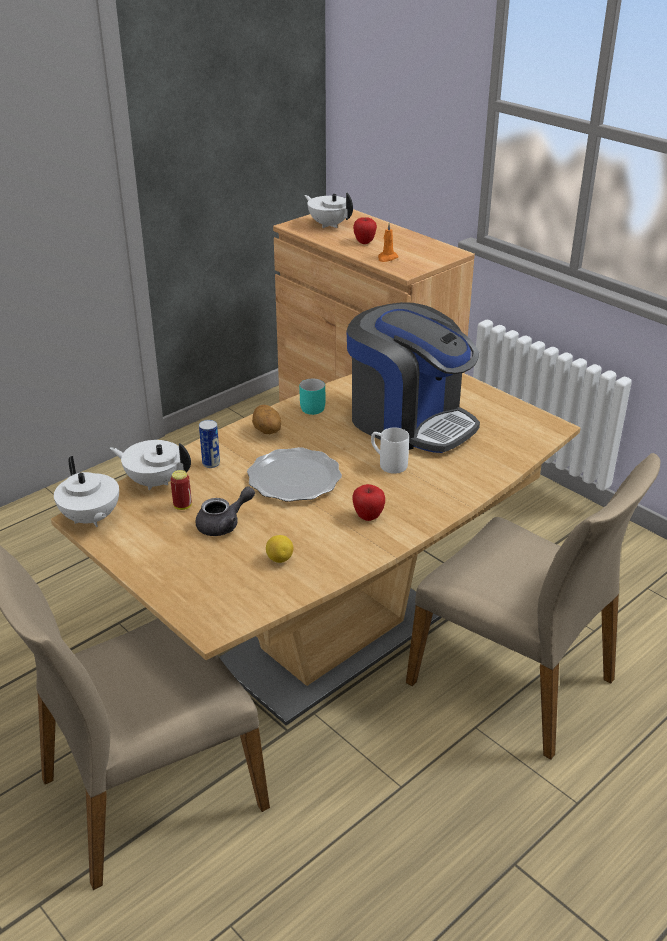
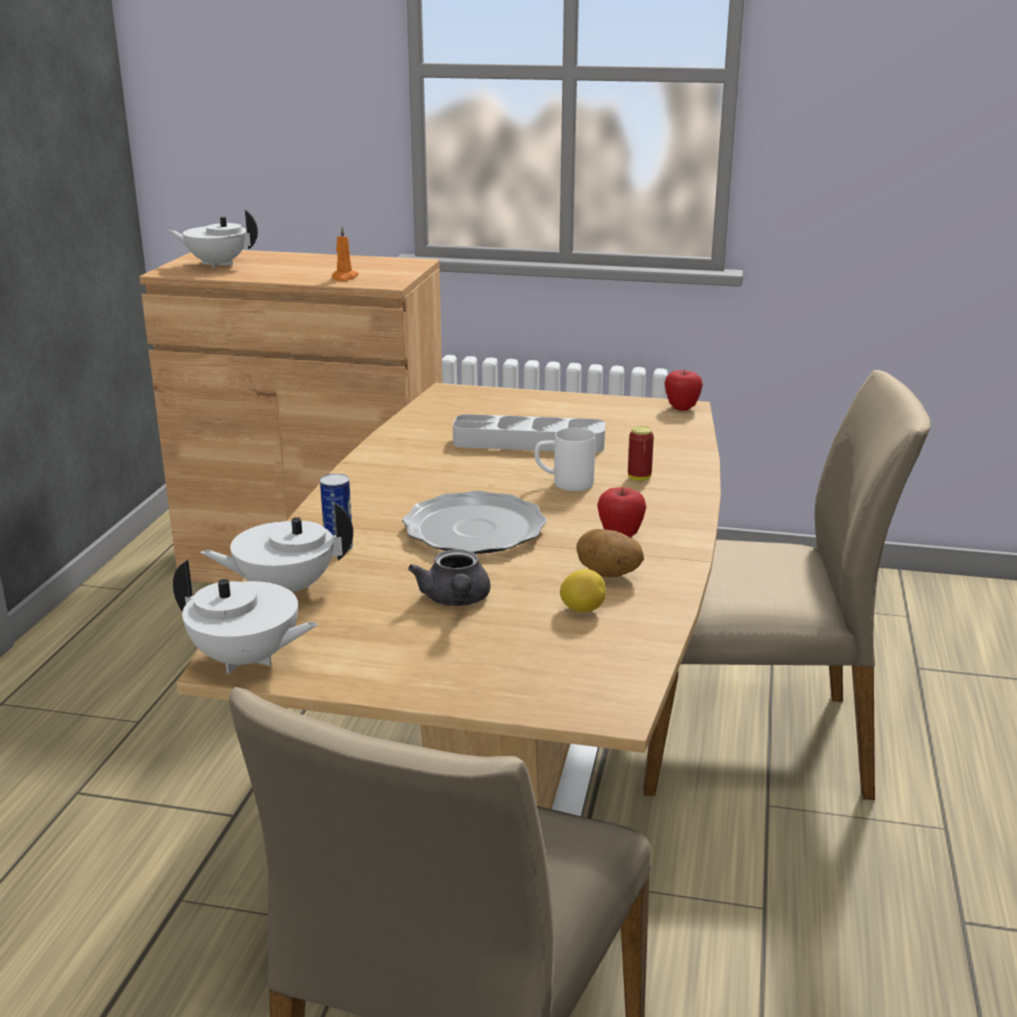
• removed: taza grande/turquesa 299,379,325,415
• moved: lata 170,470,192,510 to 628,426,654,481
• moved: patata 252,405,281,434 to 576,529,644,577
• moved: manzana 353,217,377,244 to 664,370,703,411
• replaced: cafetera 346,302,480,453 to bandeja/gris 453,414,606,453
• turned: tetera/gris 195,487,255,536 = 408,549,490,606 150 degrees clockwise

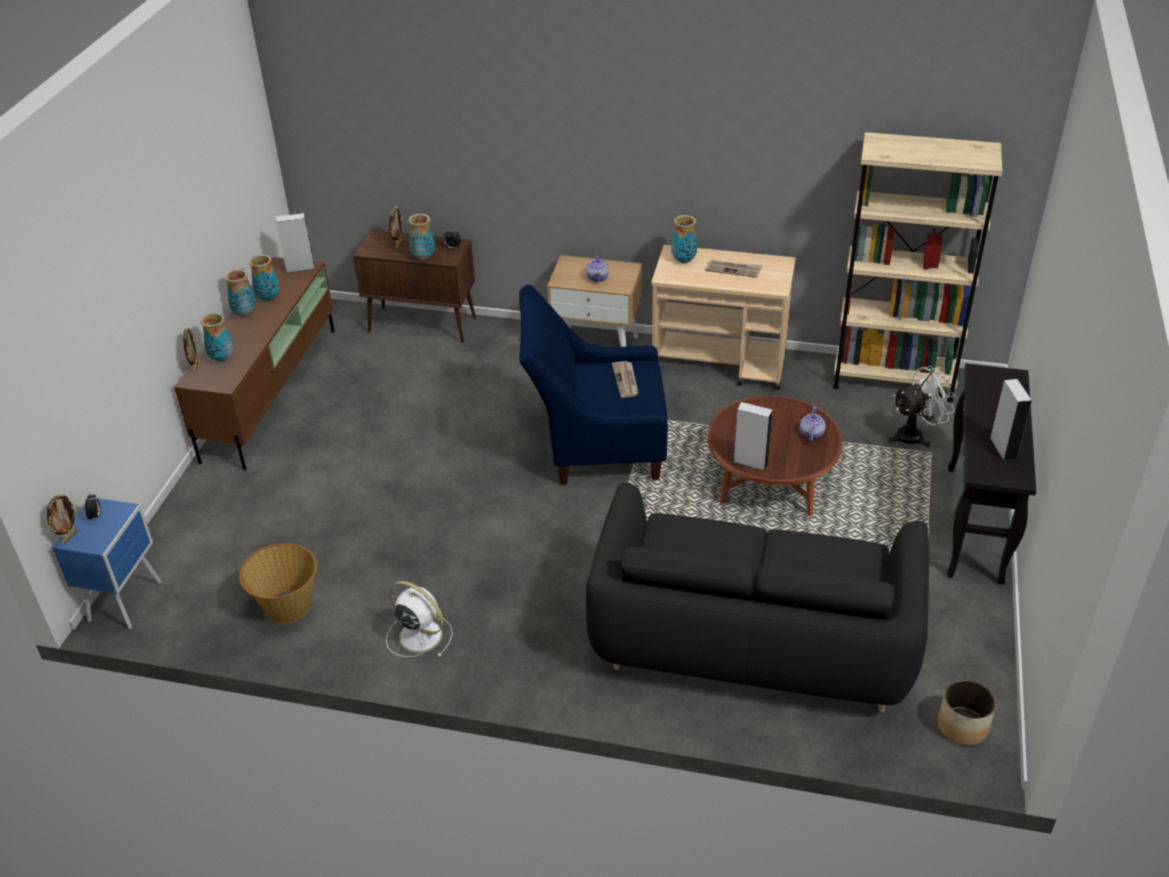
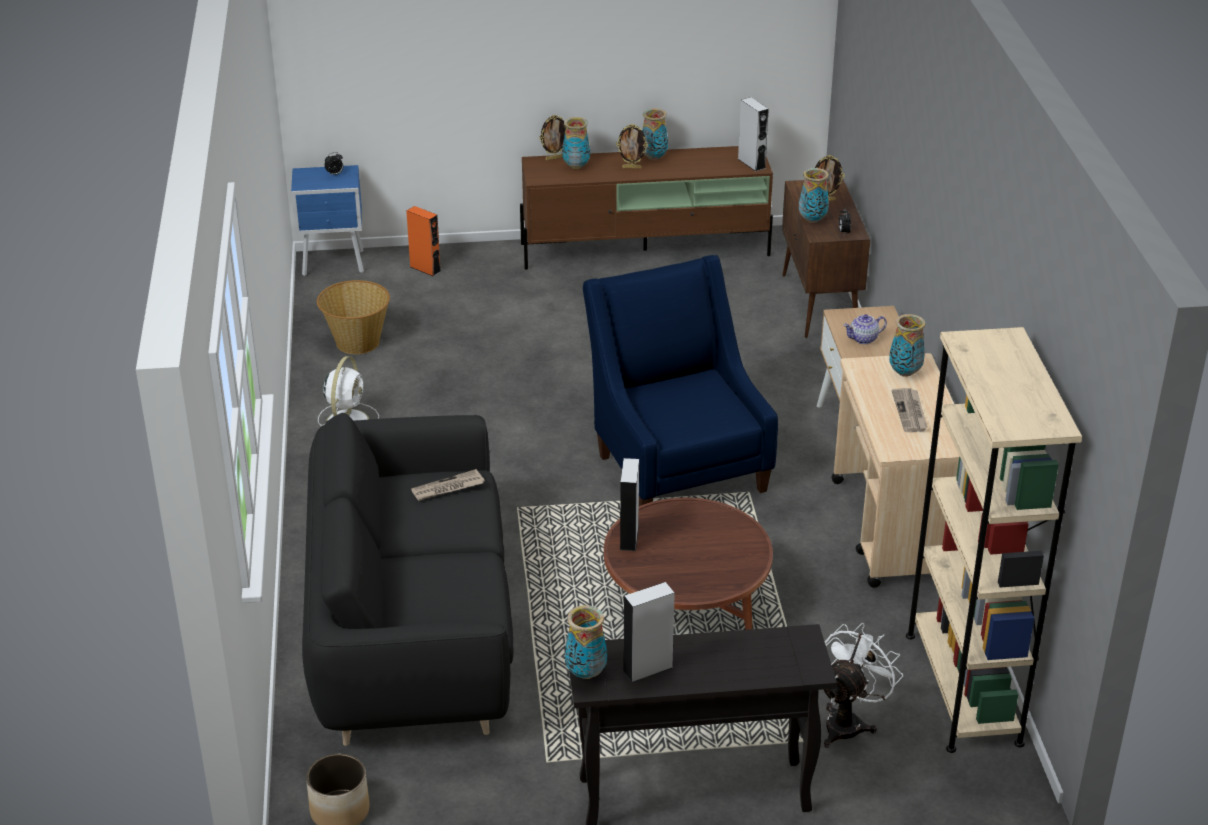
• removed: tetera 800,407,826,441
• added: altavoz/naranja 406,206,441,276
• moved: portarretratos 47,494,78,544 to 616,124,648,169
• moved: florero 249,254,279,301 to 565,605,607,679
• moved: periódico 612,361,638,398 to 411,469,485,501
• turned: ventilador/blanco 888,366,955,448 = 823,623,903,748 105 degrees counterclockwise

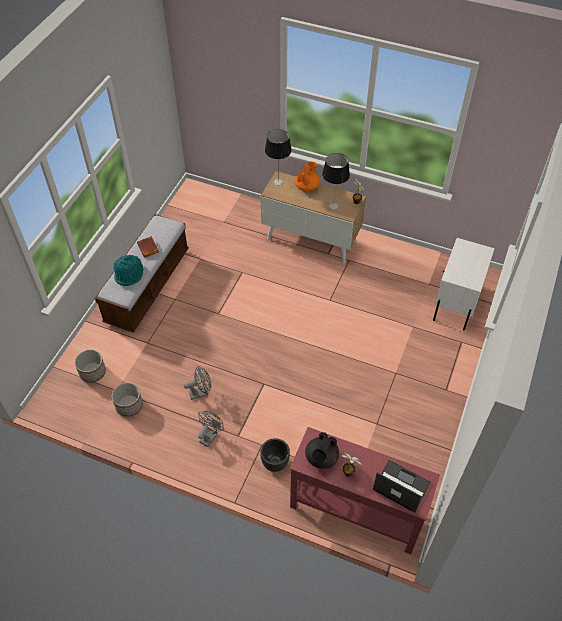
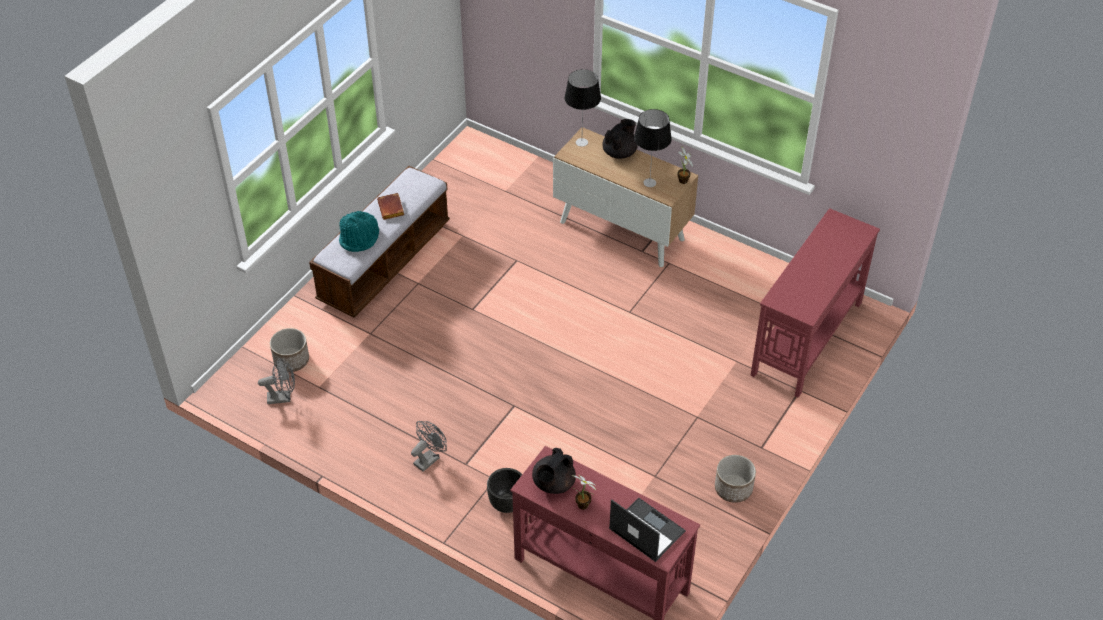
• moved: maceta 112,382,143,417 to 715,455,756,503
• moved: ventilador/gris 184,366,211,400 to 258,358,295,404
• replaced: mesita de noche/blanco 433,238,495,331 to mesa consola/rojo 750,208,880,398
• recoloured: tetera/naranja 294,162,320,191 to tetera/negro 602,119,638,159

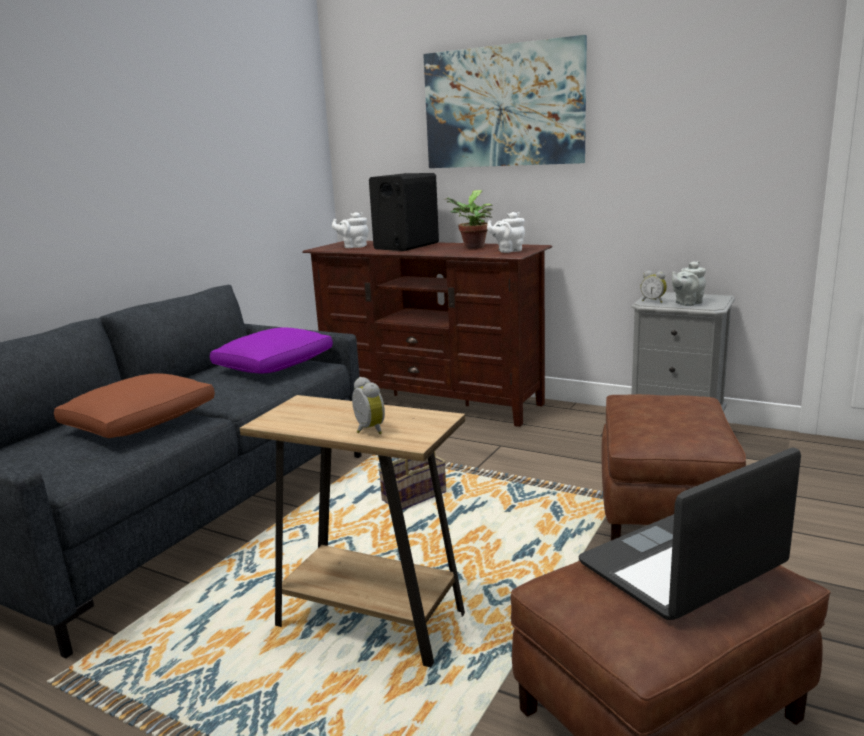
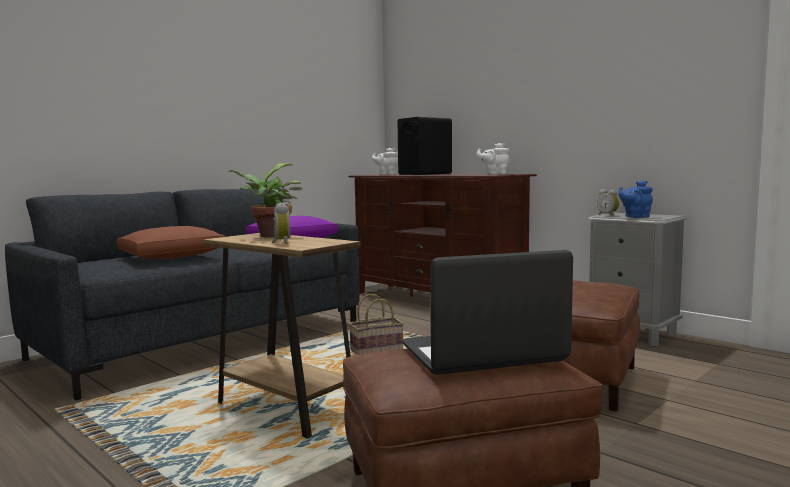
• removed: cuadro 423,35,587,168
• moved: planta en maceta 444,190,493,249 to 228,163,302,238
• recoloured: tetera/gris 672,261,706,306 to tetera/azul 618,180,653,218

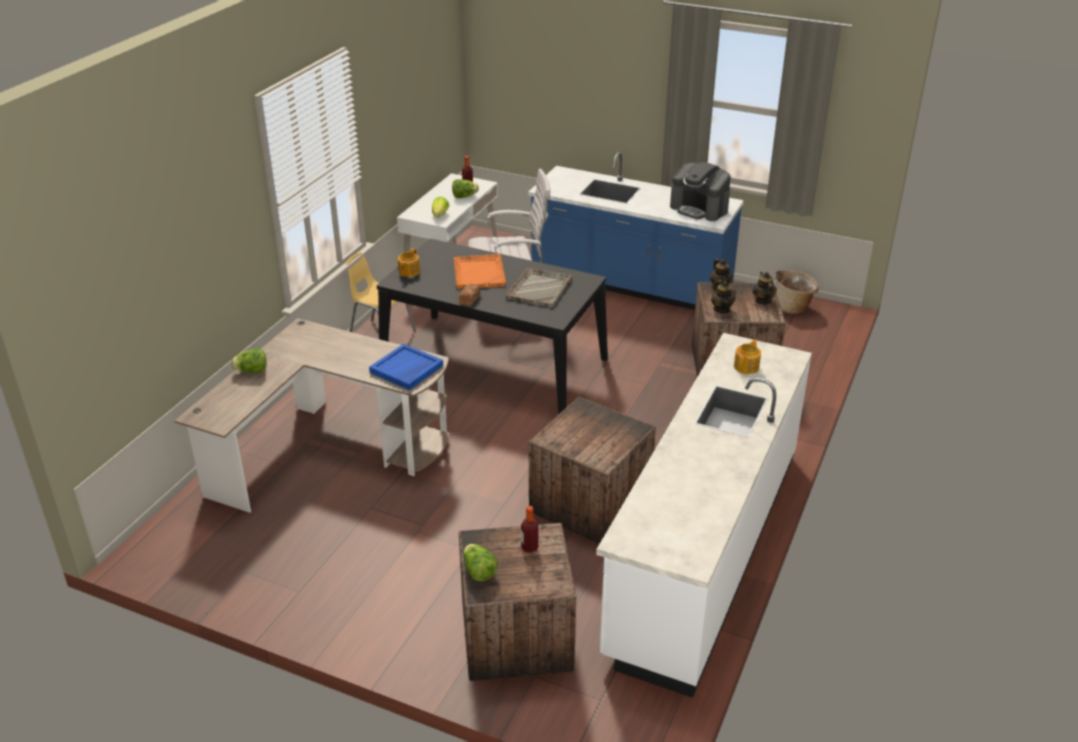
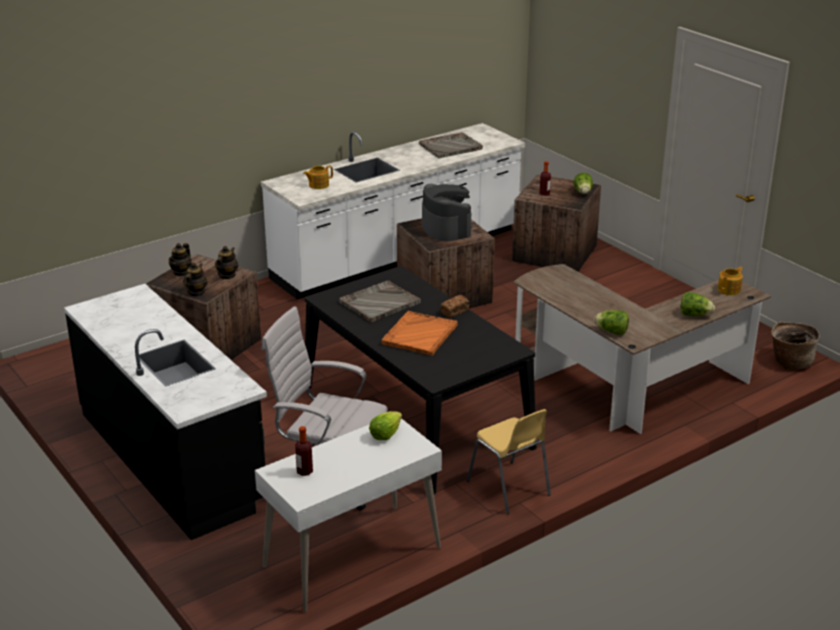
• removed: bandeja/azul 369,344,443,390
• added: bandeja/gris 419,132,483,158
• moved: tetera 398,248,420,277 to 718,267,743,295
• moved: lechuga 452,179,479,198 to 594,310,629,335
• moved: cafetera 670,162,731,221 to 422,184,472,241
• moved: cesta 775,270,819,314 to 771,322,820,370
• recoloured: mueble bajo de cocina/azul 528,152,744,310 to mueble bajo de cocina/negro 64,284,267,540

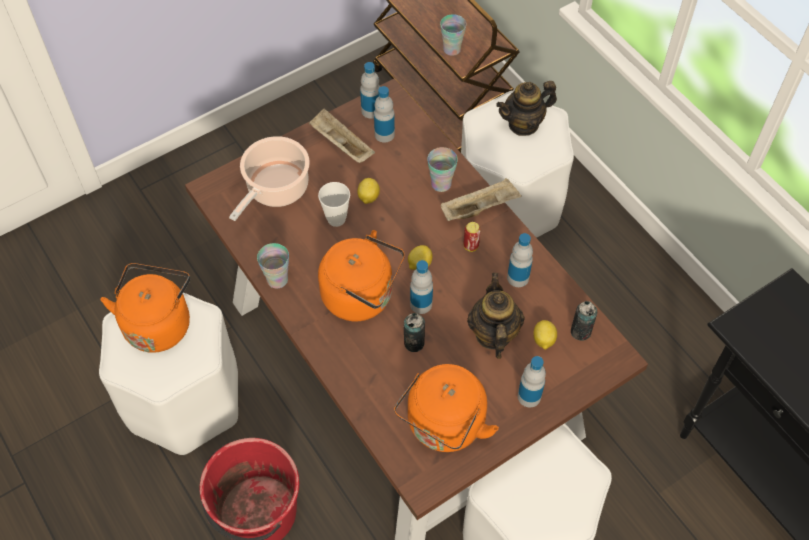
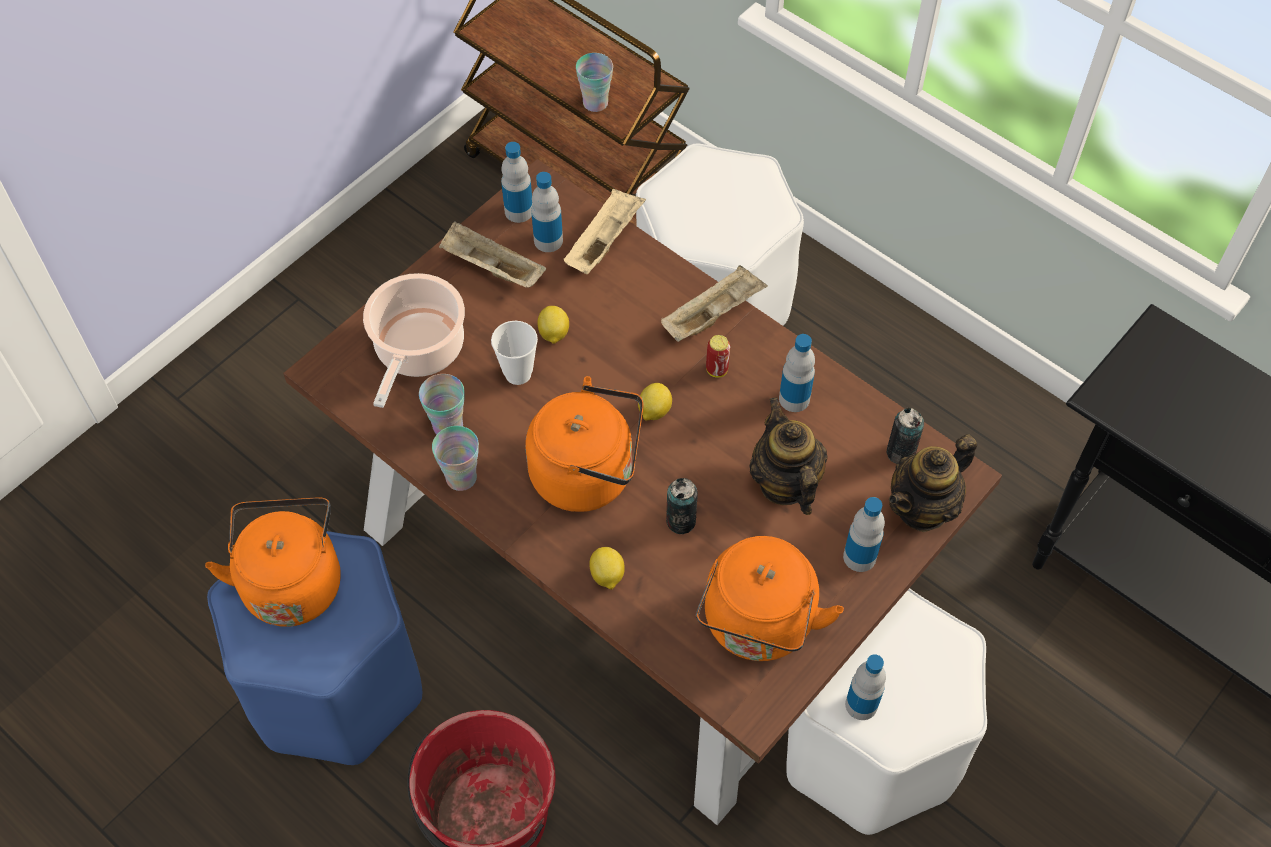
• added: bandeja/beis 564,189,646,274
• moved: botella 410,260,433,314 to 845,654,886,720
• moved: taza 427,147,458,192 to 419,374,465,435
• moved: tetera 496,81,557,136 to 889,434,977,532
• moved: limón 533,320,557,350 to 589,547,625,590
• recoloured: taburete/blanco 99,292,238,455 to taburete/azul 207,531,422,765

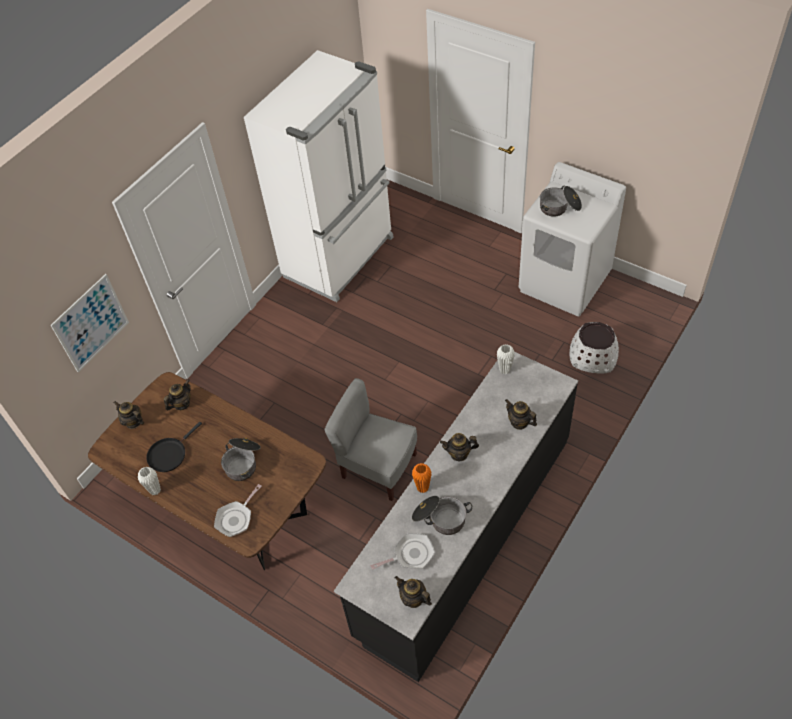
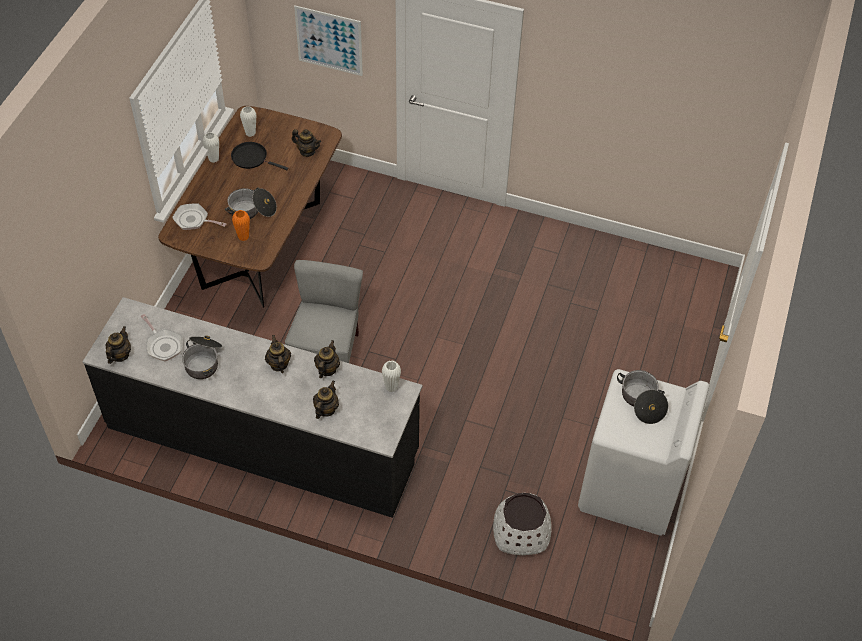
• removed: nevera/blanco 244,50,393,302
• added: florero/blanco 240,106,256,137
• moved: tetera 114,401,144,429 to 314,340,340,378
• moved: florero/naranja 412,463,431,493 to 232,210,250,241

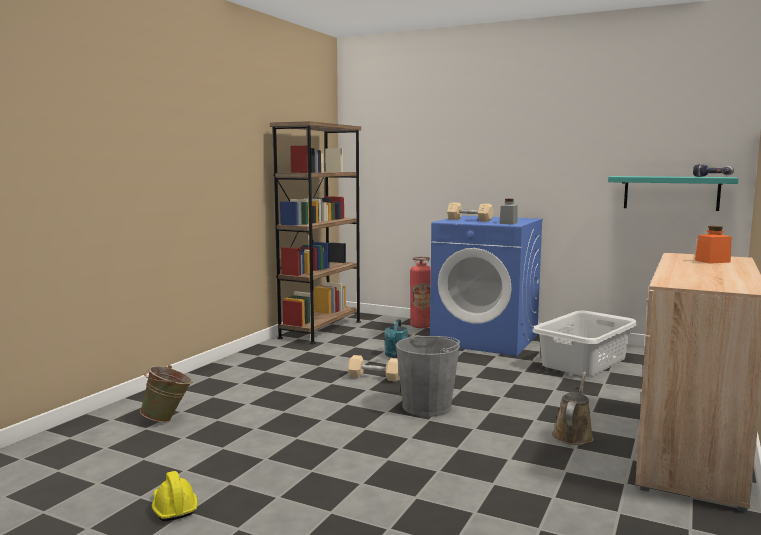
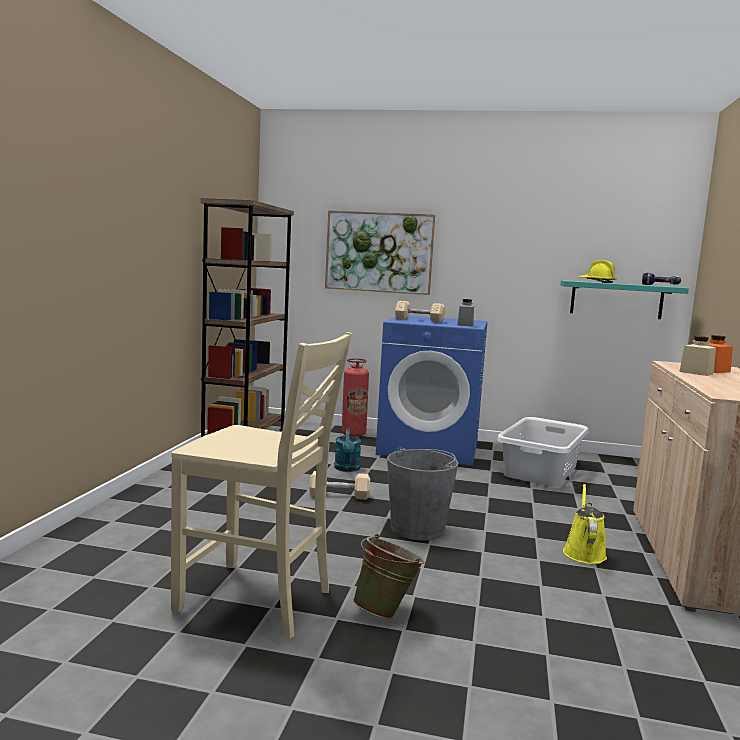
• added: silla/beis 171,332,352,639
• added: cuadro 325,210,435,295
• added: tarro/beis 679,336,716,376
• moved: cubo/verde 140,365,192,422 to 353,534,424,619
• moved: casco/amarillo 152,471,198,521 to 578,260,617,283
• recoloured: regadera/marrón 552,371,594,445 to regadera/amarillo 563,484,607,564

